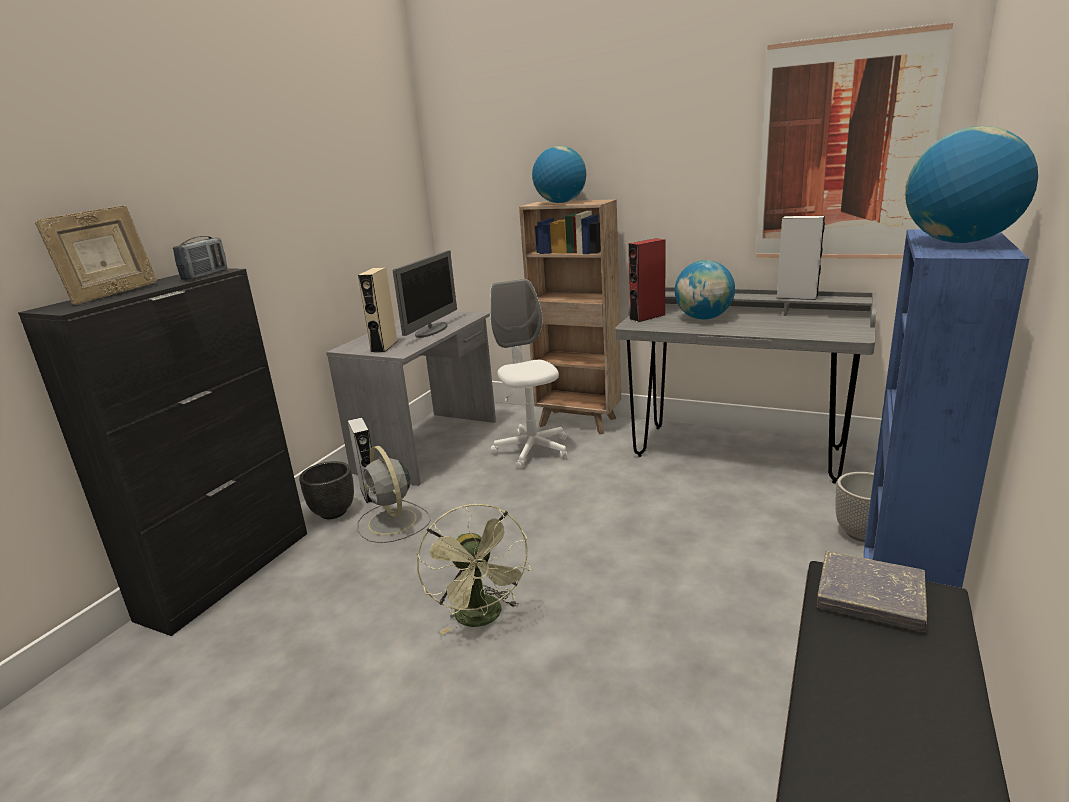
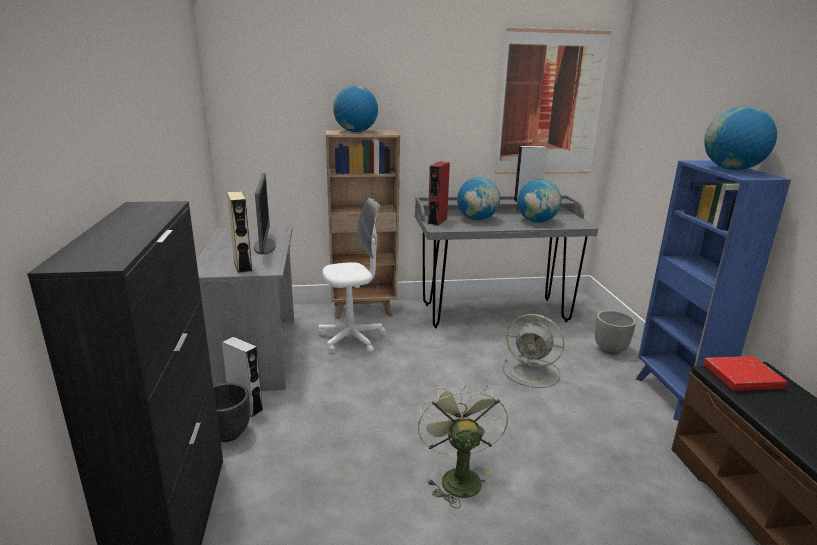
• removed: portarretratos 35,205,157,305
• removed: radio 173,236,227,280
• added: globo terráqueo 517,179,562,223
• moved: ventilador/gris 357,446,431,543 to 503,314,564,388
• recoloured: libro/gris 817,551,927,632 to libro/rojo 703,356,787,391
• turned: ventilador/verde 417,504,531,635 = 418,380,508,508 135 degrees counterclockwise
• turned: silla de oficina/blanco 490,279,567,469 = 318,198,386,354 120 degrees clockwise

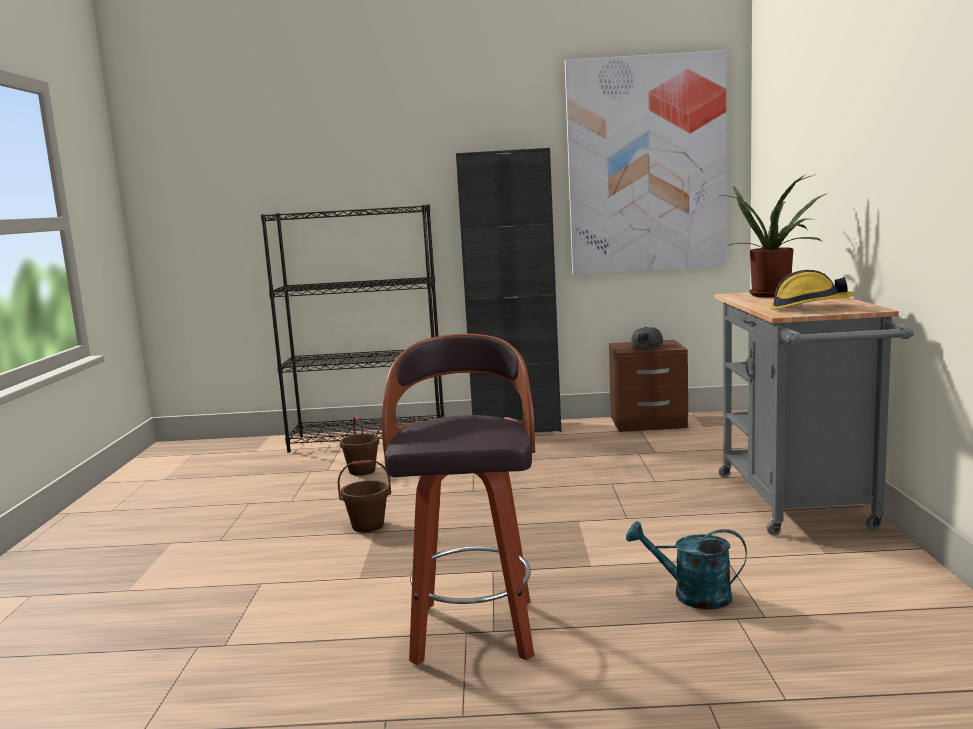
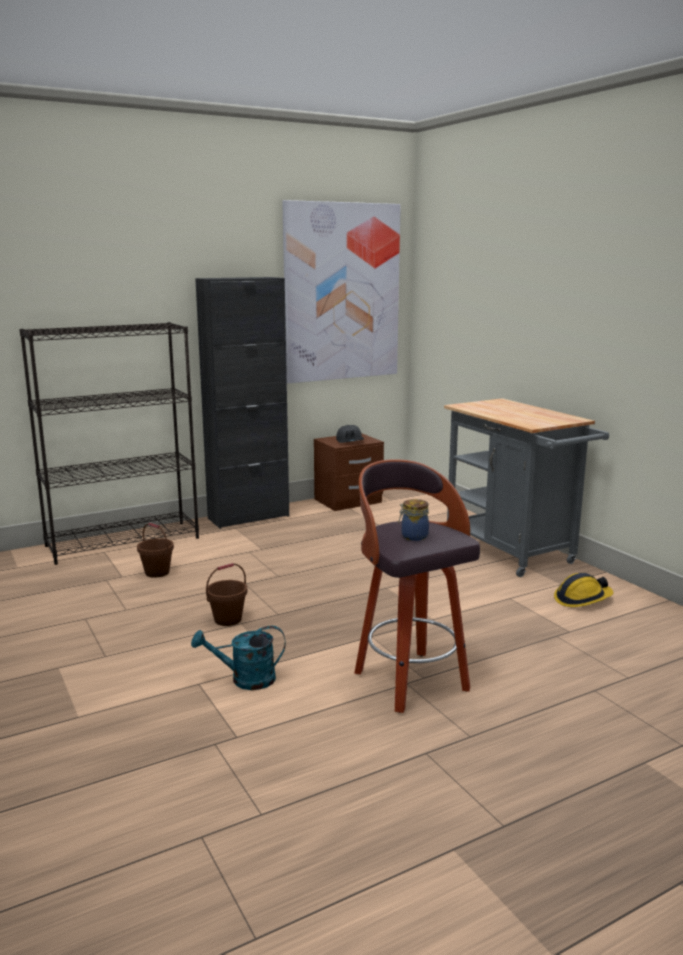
• removed: planta en maceta 721,174,826,297
• added: tarro 398,499,429,541
• moved: regadera/turquesa 626,521,747,609 to 191,626,286,690
• moved: casco 770,270,855,310 to 554,573,613,607

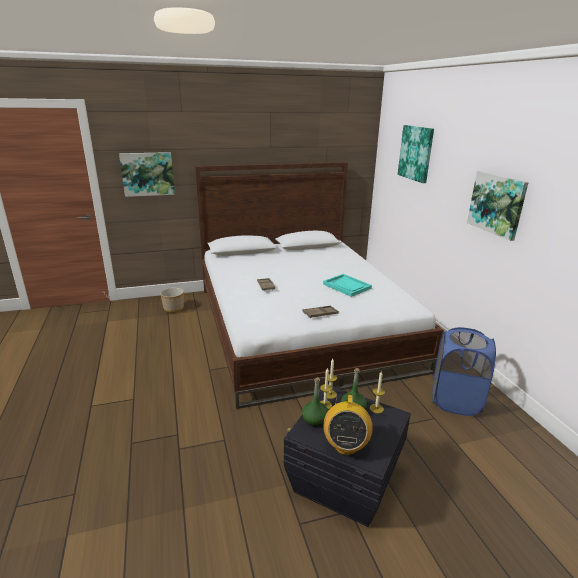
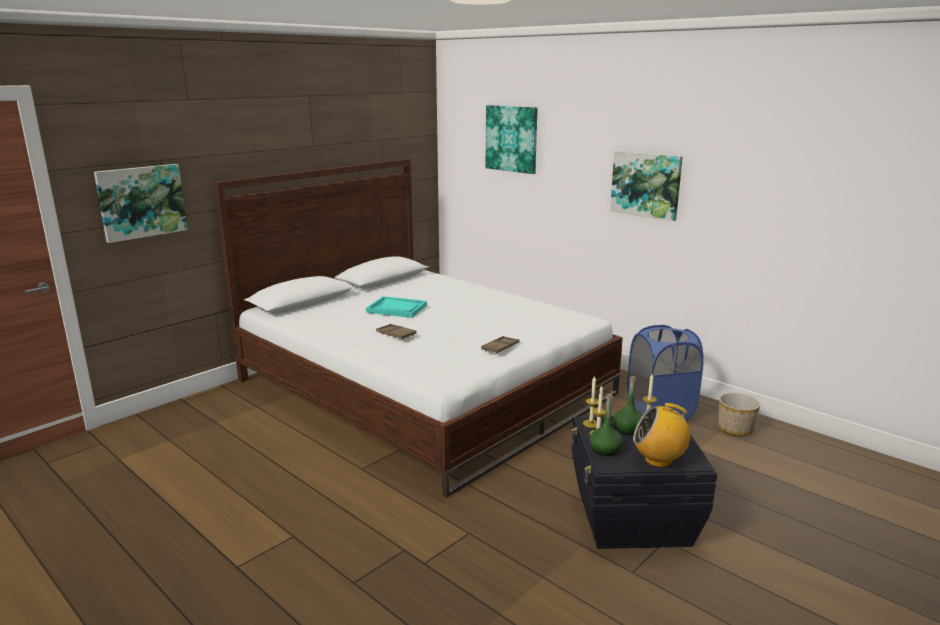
• moved: maceta 160,287,184,313 to 718,392,761,437
• moved: bandeja/turquesa 323,274,372,297 to 366,296,427,318
• turned: radio 323,393,373,455 = 633,403,691,467 120 degrees clockwise

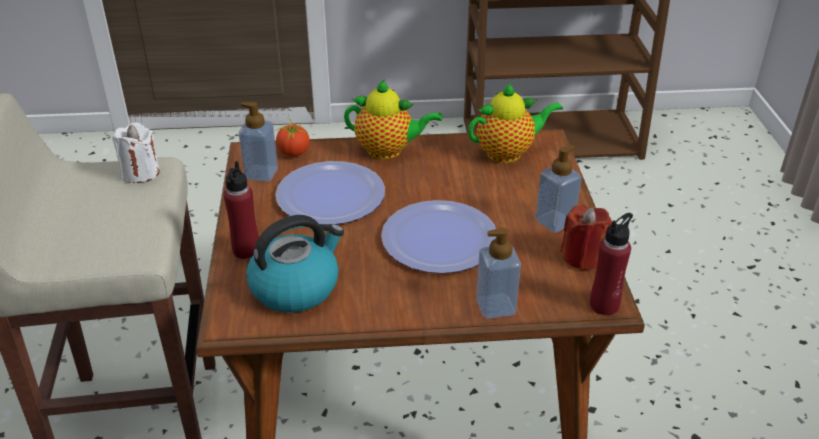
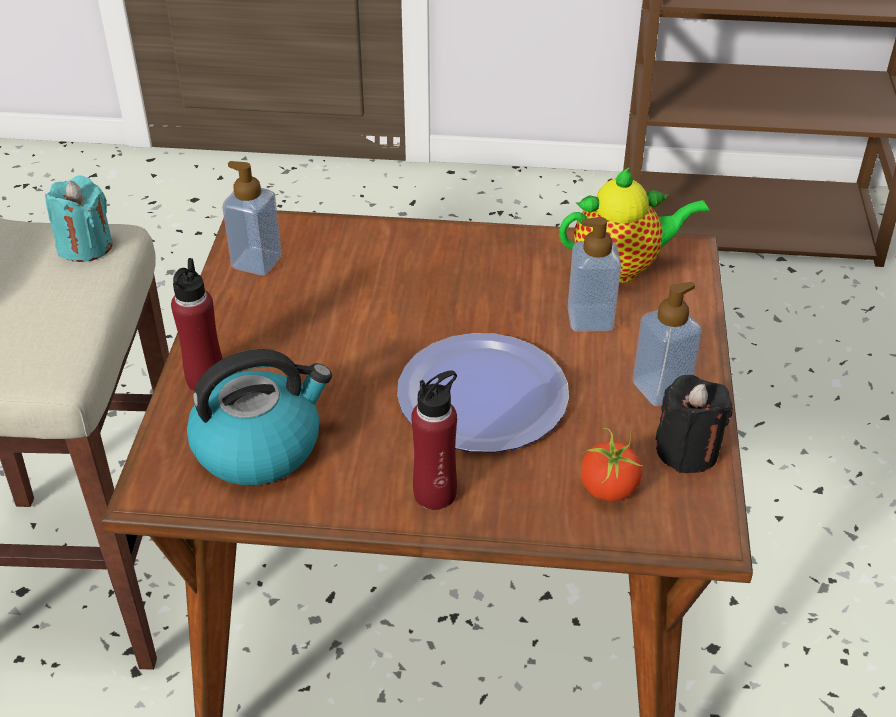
• removed: plato 275,161,385,225
• removed: tetera 344,80,443,159
• moved: tomate 275,118,310,157 to 581,428,643,502
• moved: dispensador de jabón 476,228,521,319 to 568,217,621,332
• moved: botella/rojo 590,213,633,316 to 411,370,457,510
• recoloured: vela/blanco 112,123,160,183 to vela/turquesa 45,176,113,262
• recoloured: vela/rojo 560,205,612,270 to vela/negro 656,375,733,473

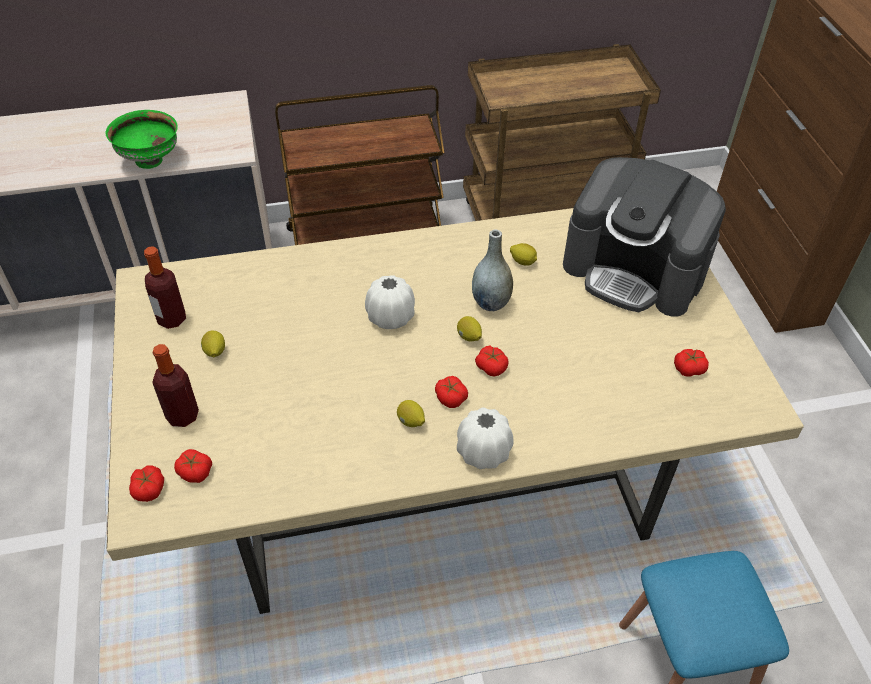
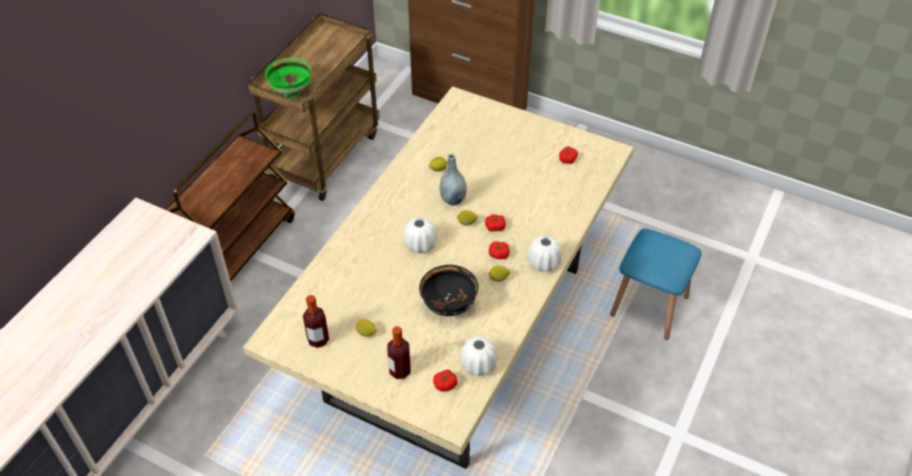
• removed: tomate 129,466,164,502
• removed: cafetera 563,157,726,317
• added: cuenco/negro 419,265,478,316
• added: florero/blanco 460,336,498,376
• moved: cuenco/verde 105,110,178,169 to 265,58,311,98

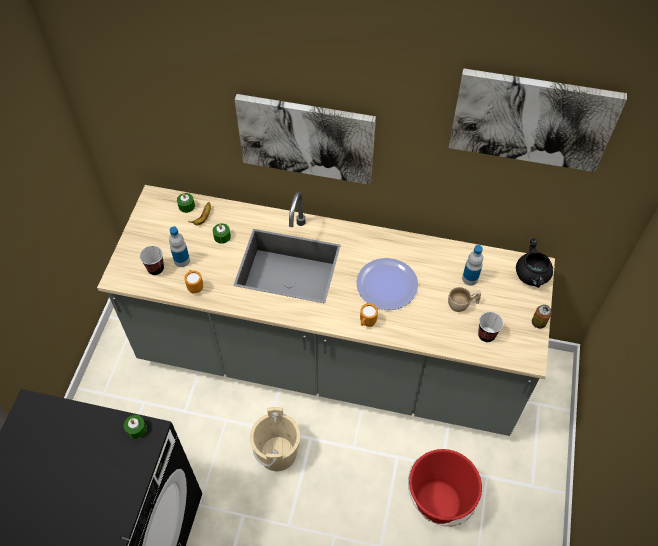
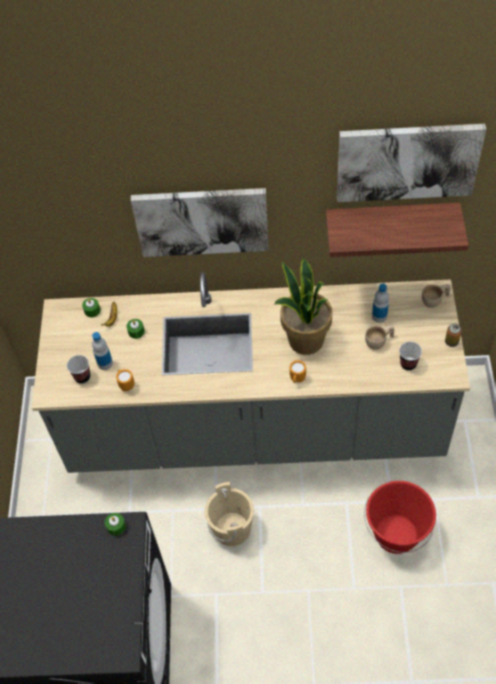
• added: estante 326,203,469,257
• replaced: plato 356,258,418,310 to planta en maceta 274,258,332,355
• replaced: olla/negro 516,238,553,288 to taza/beis 422,284,450,308

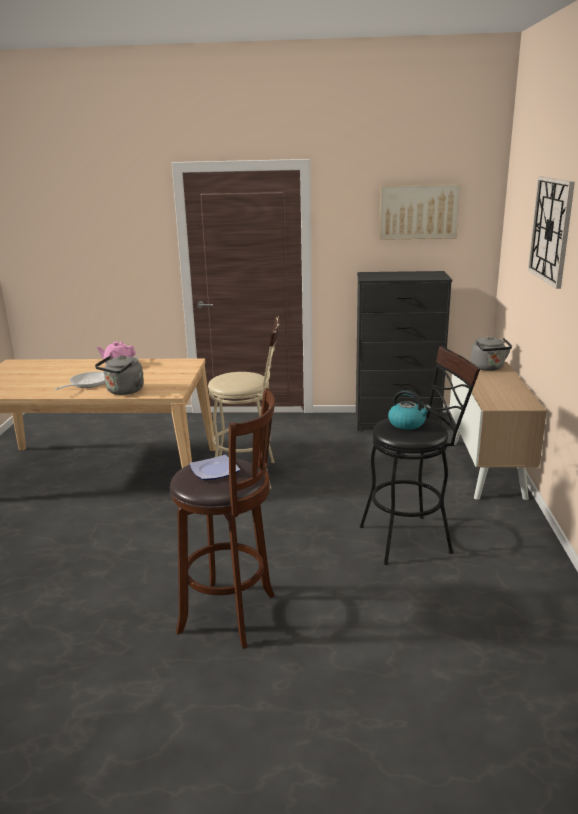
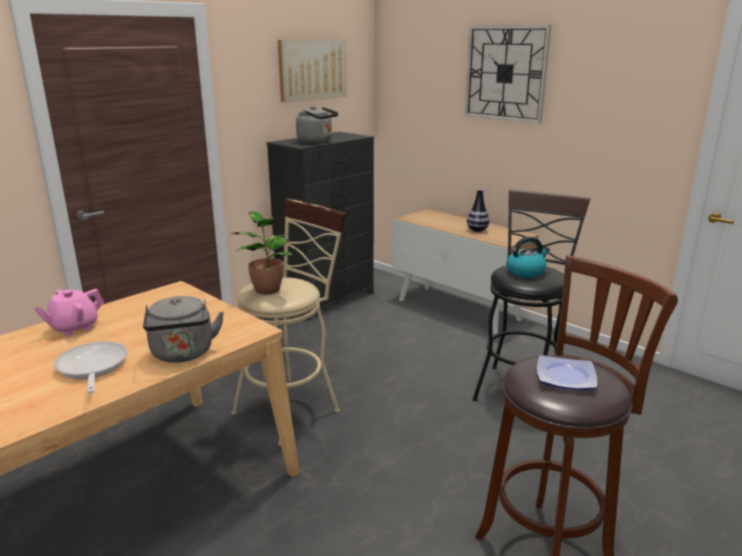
• added: planta en maceta 231,211,294,294
• added: florero 467,189,490,232
• moved: hervidor/gris 471,336,512,371 to 296,106,338,143

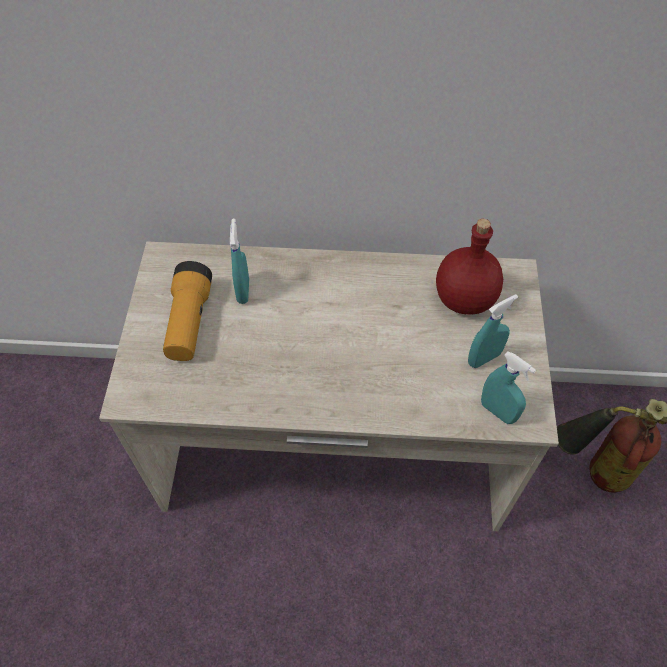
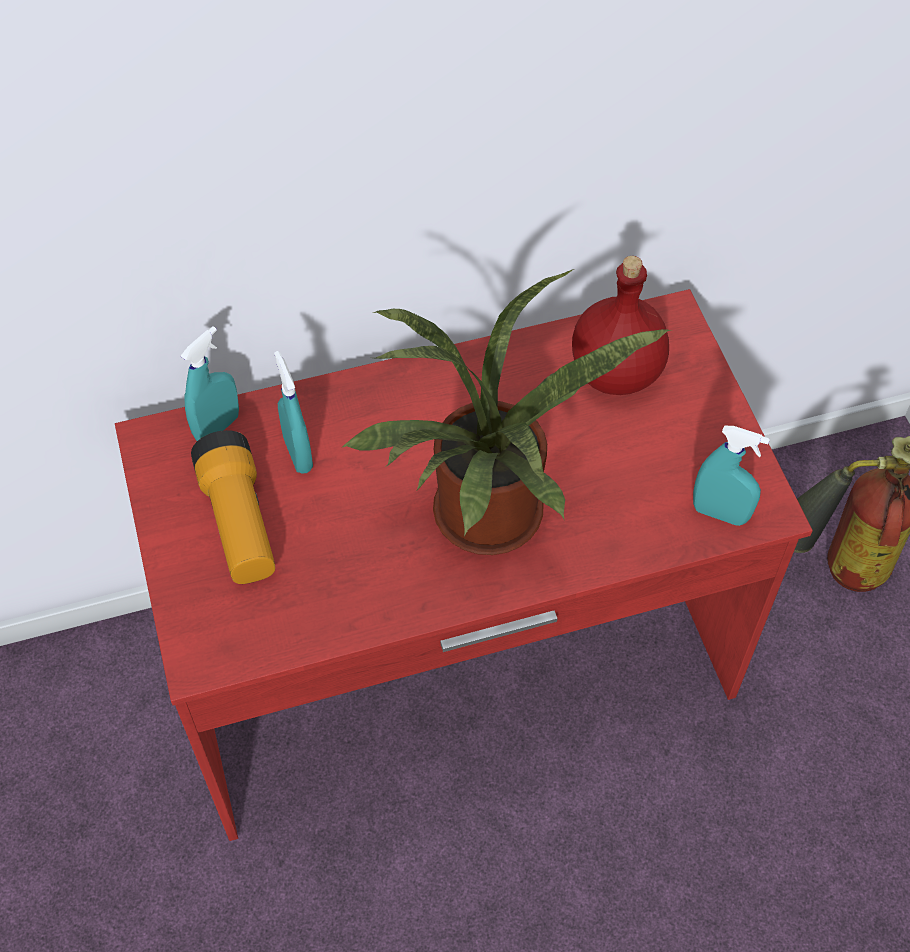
• added: planta en maceta 341,269,672,555
• moved: pulverizador/turquesa 468,294,518,368 to 181,326,239,441
• recoloured: escritorio/beis 99,242,559,531 to escritorio/rojo 115,289,813,841

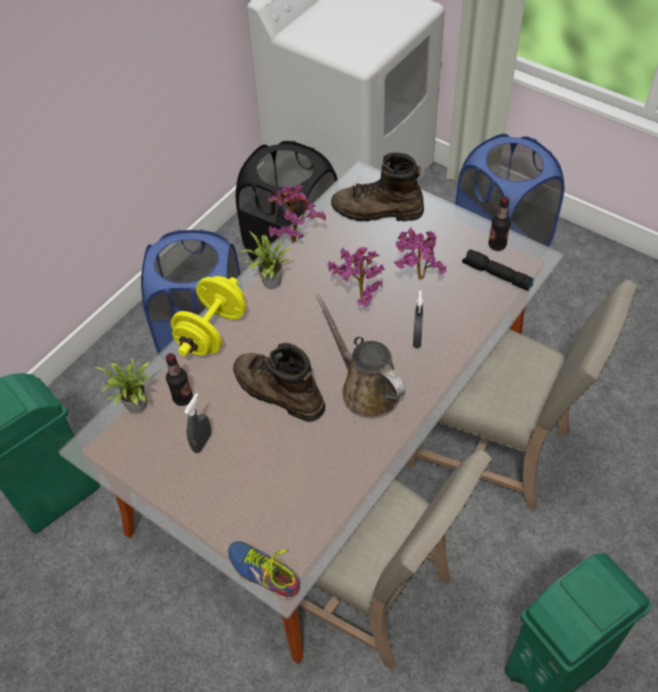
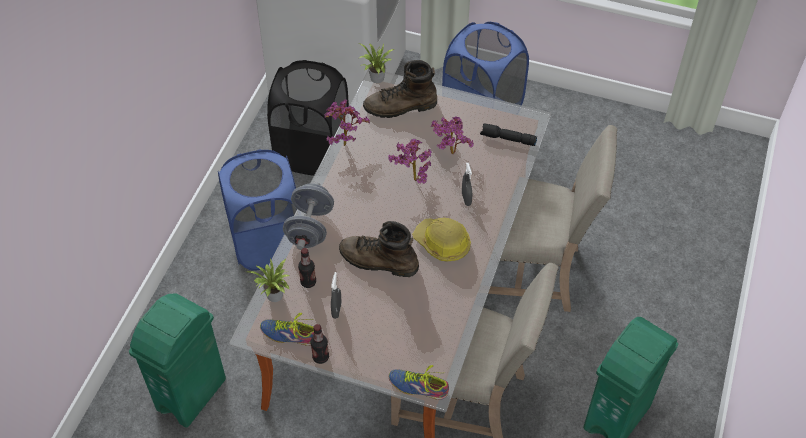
• added: zapato 260,313,314,346
• moved: planta en maceta 240,231,292,289 to 359,43,394,83
• moved: botella 488,197,511,251 to 310,324,329,364
• replaced: regadera/marrón 316,294,405,418 to casco 412,218,471,261
• recoloured: mancuerna/amarillo 171,276,246,356 to mancuerna/gris 283,182,334,250

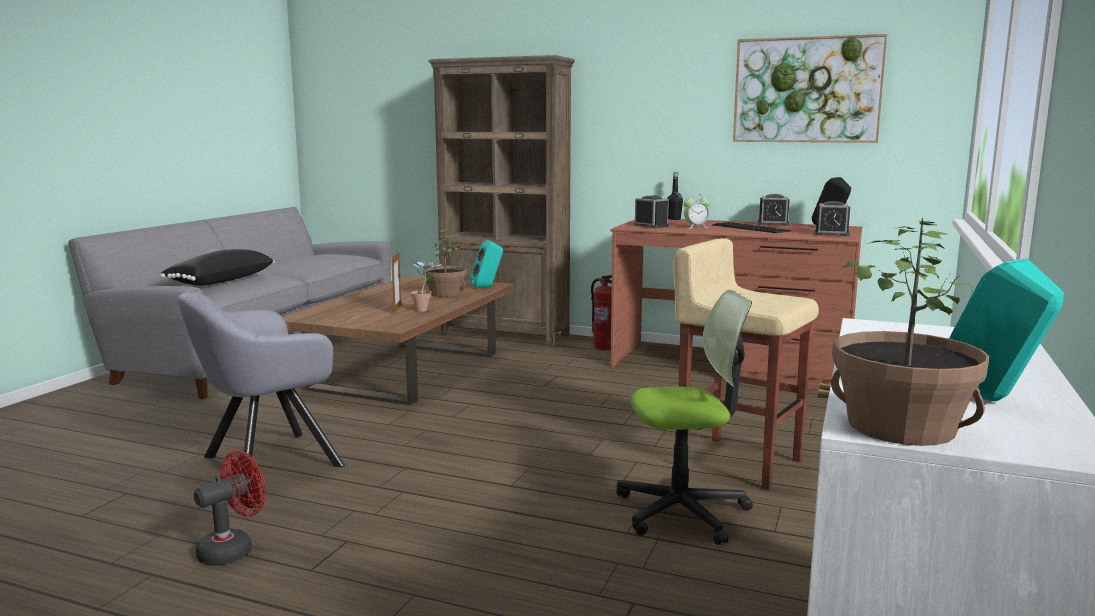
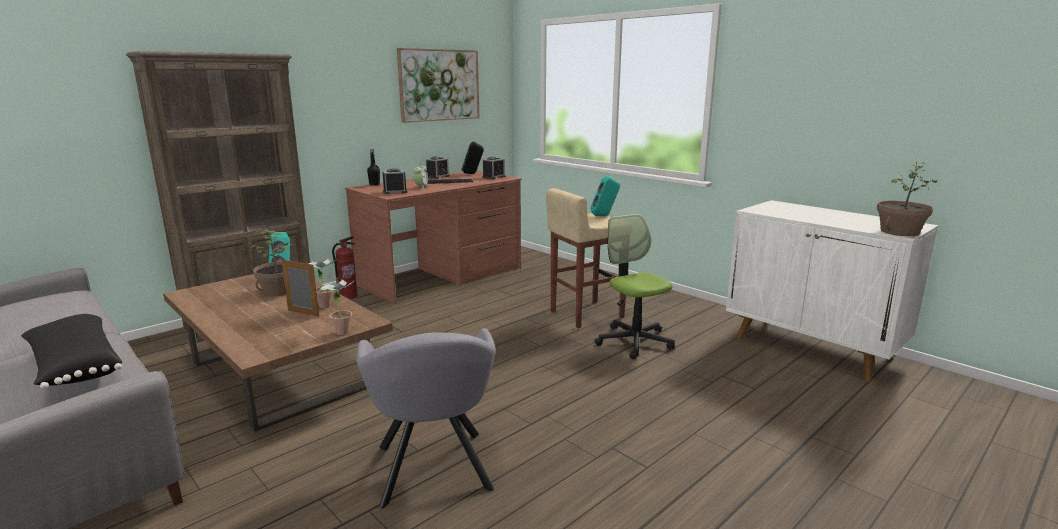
• removed: ventilador/rojo 194,450,266,565
• added: planta en maceta 319,277,355,335
• moved: altavoz/turquesa 949,258,1064,401 to 591,176,620,216
• turned: silla de oficina 616,290,753,545 = 595,214,675,359 45 degrees counterclockwise

